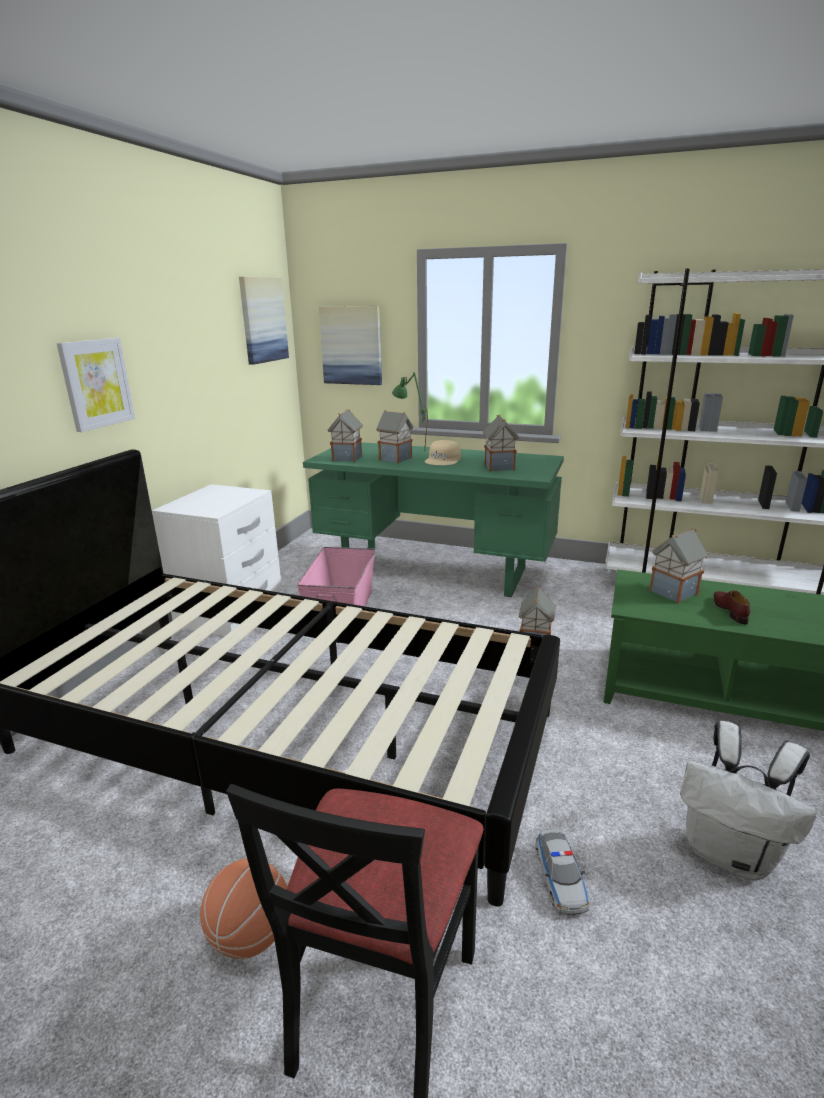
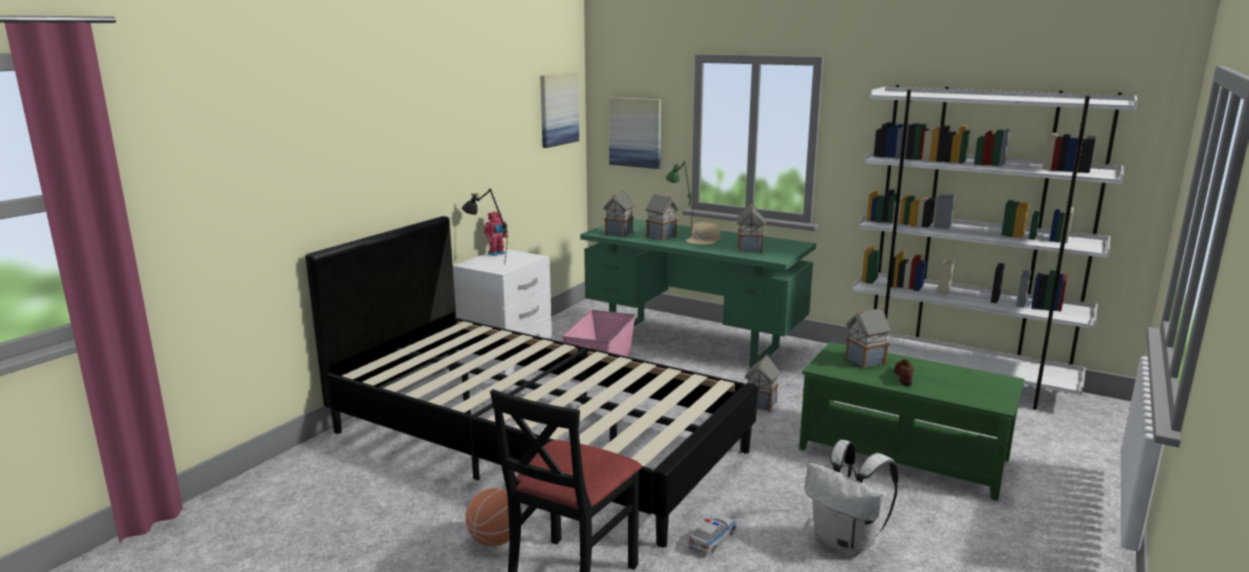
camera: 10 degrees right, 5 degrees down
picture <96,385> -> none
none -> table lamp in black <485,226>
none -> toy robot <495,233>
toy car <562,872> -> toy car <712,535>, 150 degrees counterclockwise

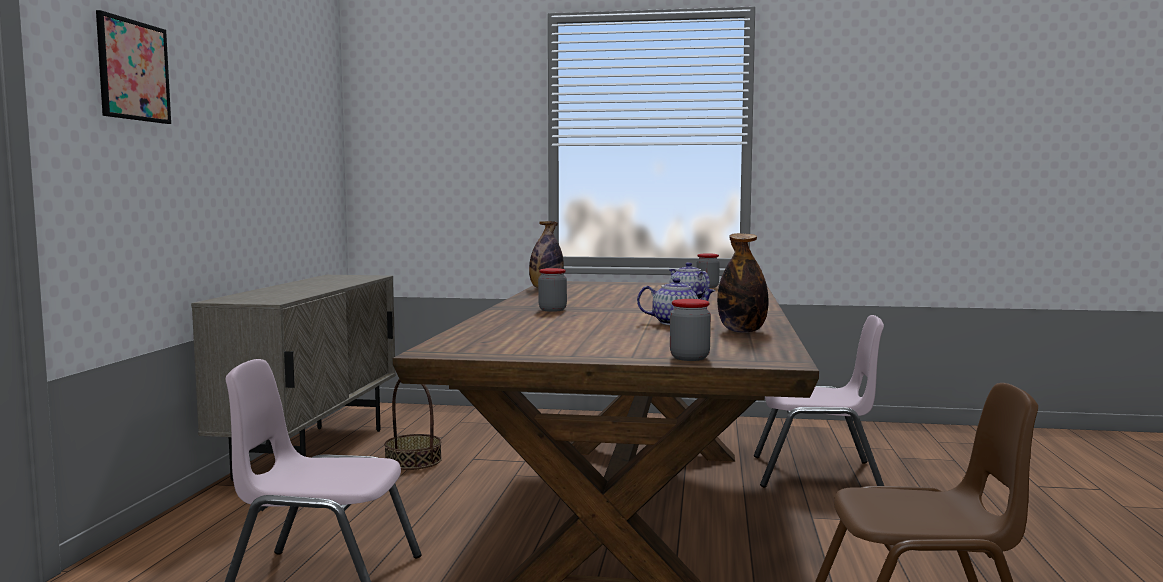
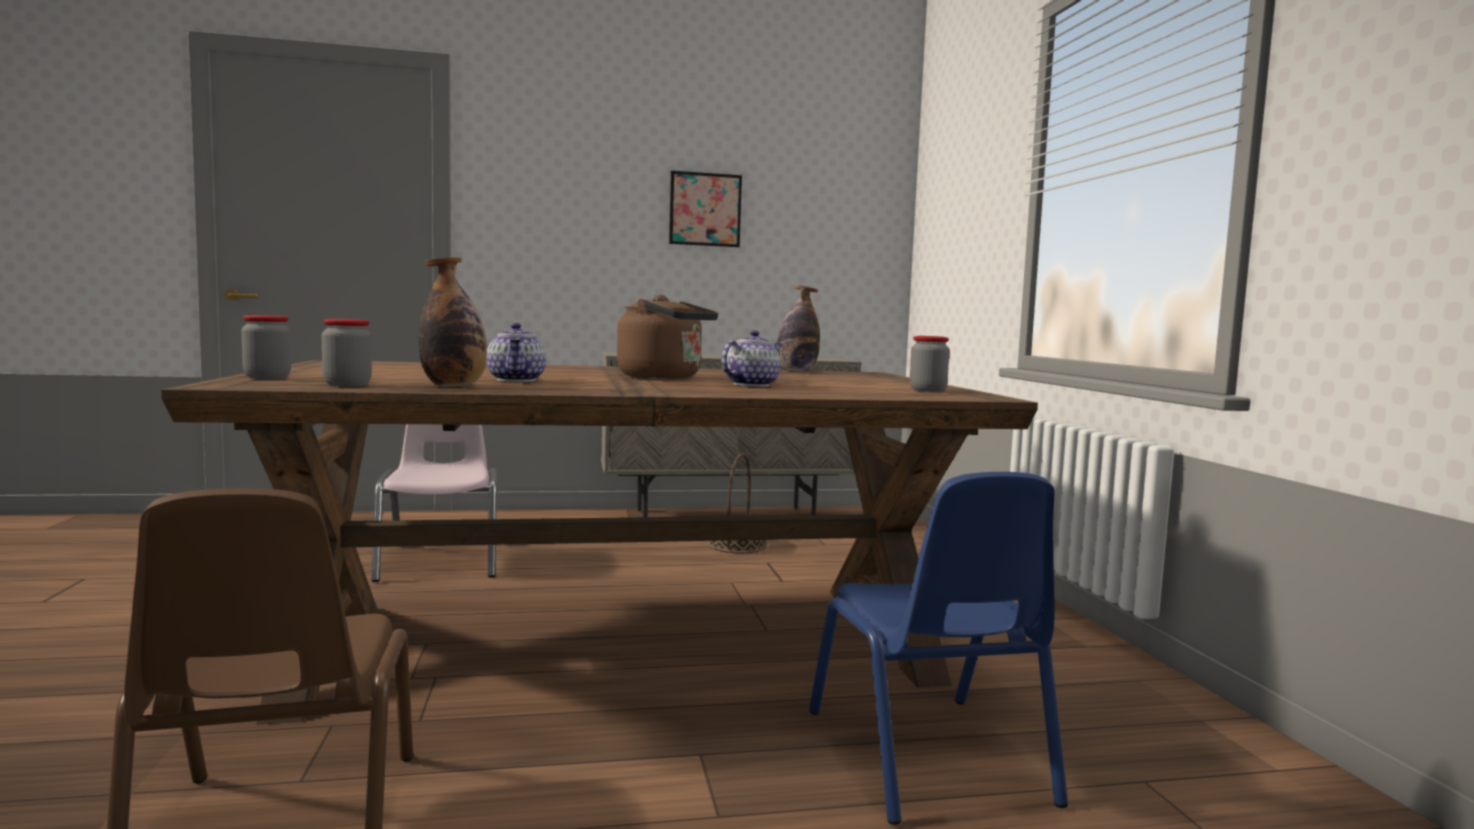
camera: 70 degrees right, 0 degrees up
none -> kettle in brown <667,337>
picture <133,67> -> picture <705,209>, move
jar <552,290> -> jar <347,353>, move
chair in pink <819,401> -> chair in blue <938,648>

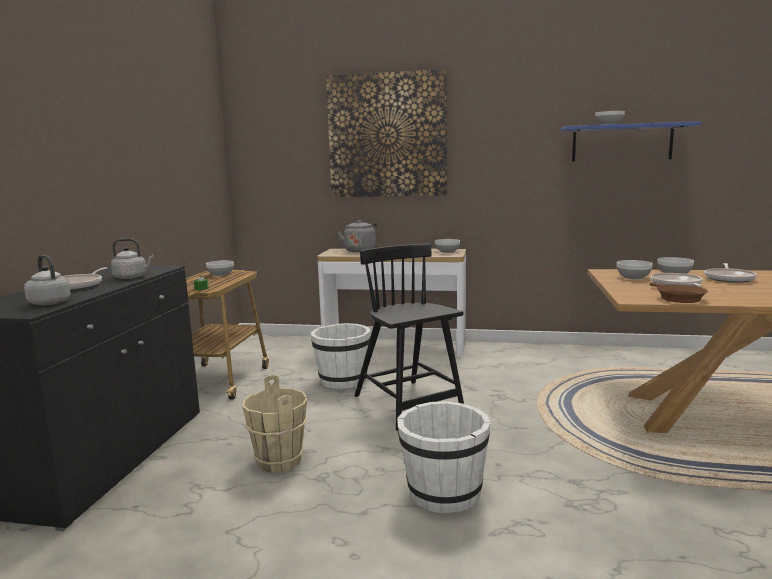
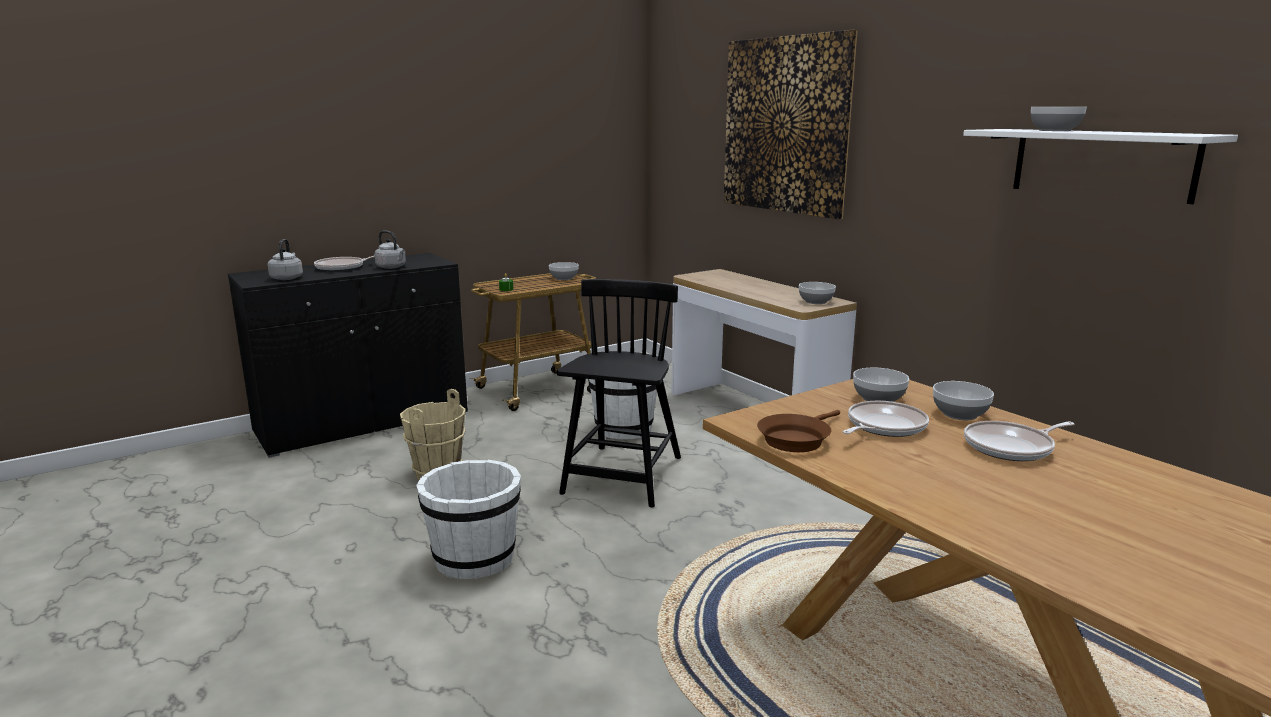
camera: 45 degrees right, 5 degrees up
kettle in grey <357,236> -> none
shelf in blue <630,141> -> shelf in white <1100,166>

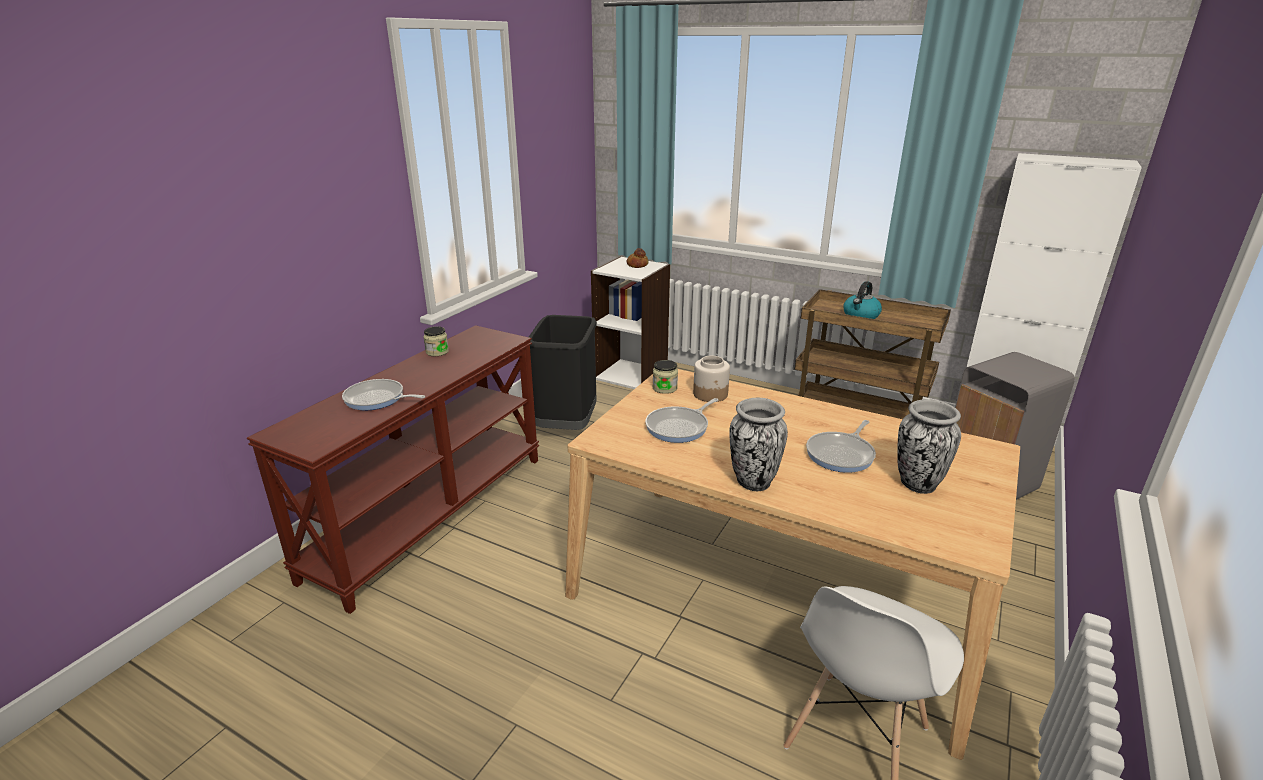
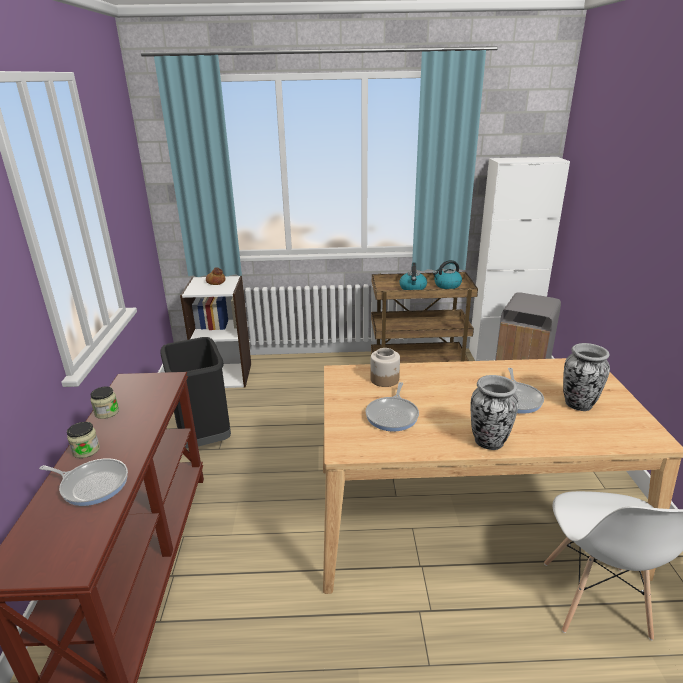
camera: 30 degrees left, 0 degrees up
none -> kettle <447,274>
jar <665,377> -> jar <83,440>, move
frying pan <383,394> -> frying pan <83,482>, 150 degrees counterclockwise

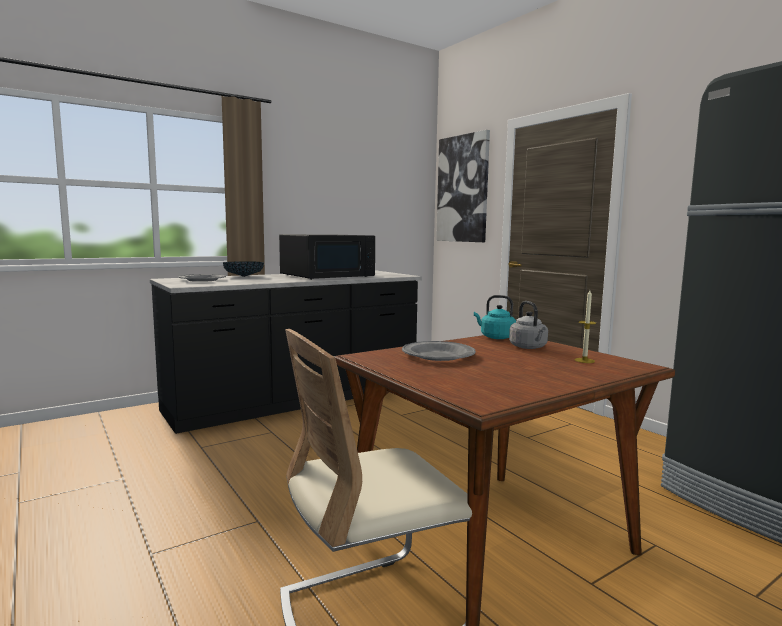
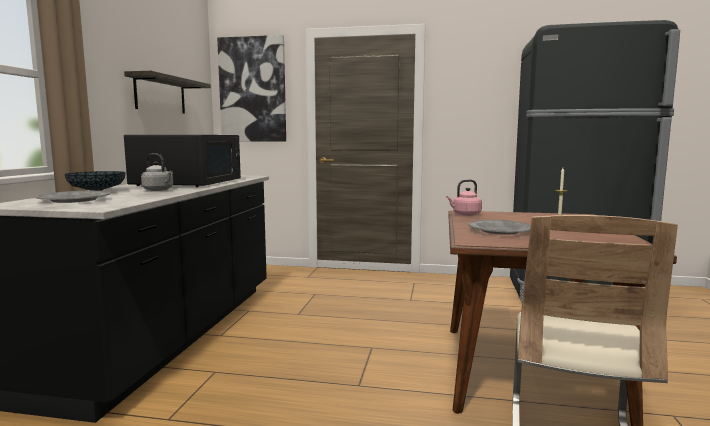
camera: 45 degrees left, 0 degrees up
none -> shelf <167,92>
kettle in grey <528,325> -> kettle in grey <157,172>, move
kettle in turquoise <495,317> -> kettle in pink <464,198>

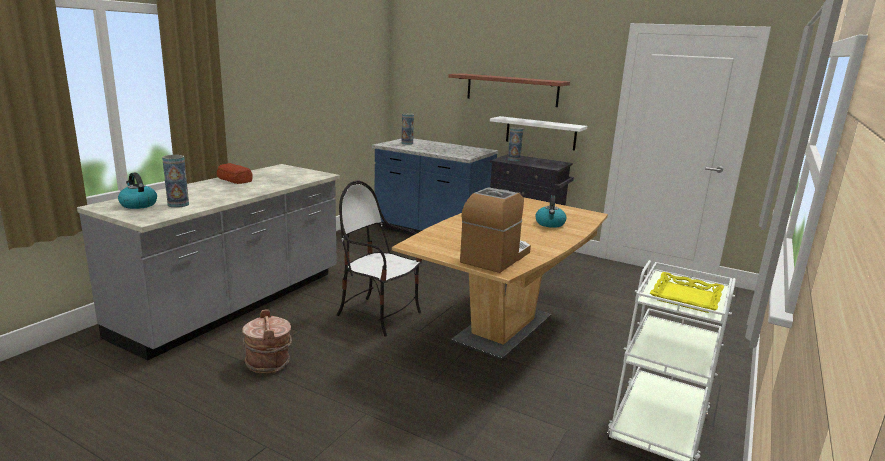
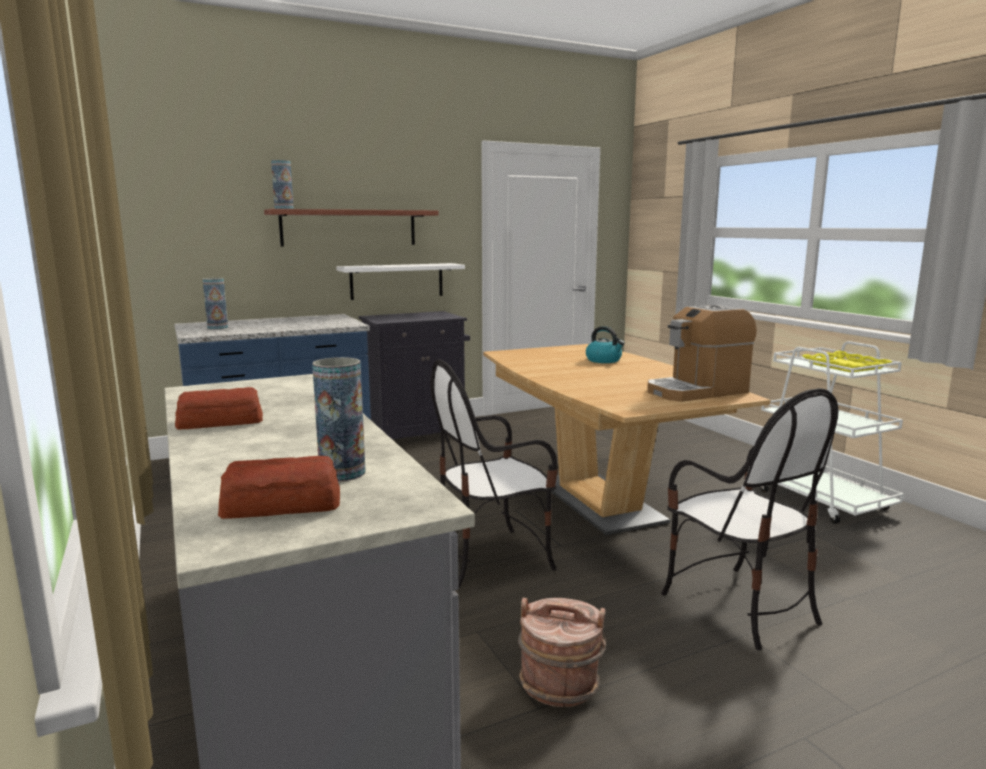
camera: 55 degrees left, 5 degrees down
none -> chair <750,519>
vase <515,144> -> vase <282,184>, move
kettle <137,190> -> bread <279,487>
coffee machine <495,230> -> coffee machine <702,353>, 90 degrees counterclockwise

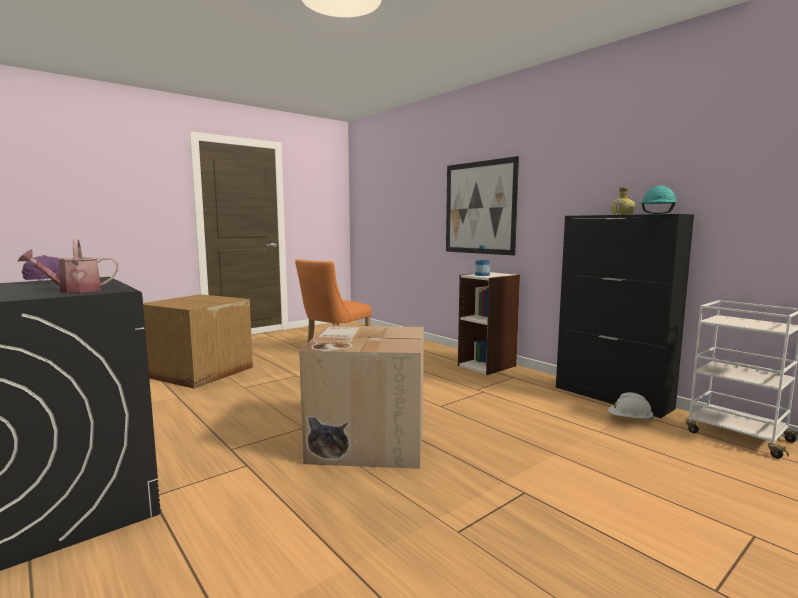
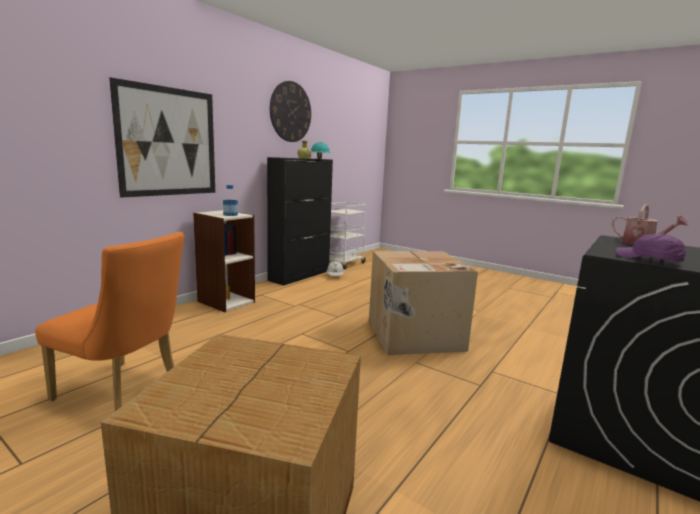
camera: 105 degrees left, 5 degrees up
none -> wall clock <290,111>

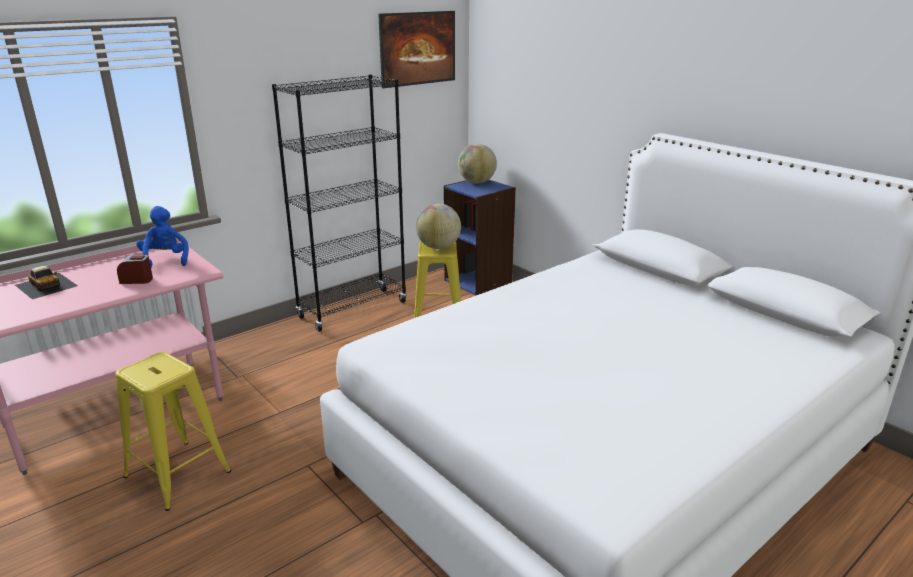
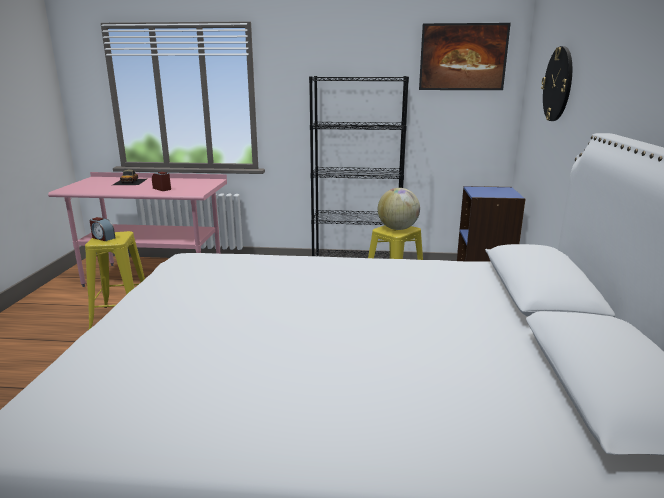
camera: 45 degrees right, 5 degrees down
plush toy in blue <163,236> -> none
globe <477,163> -> none
none -> alarm clock <102,229>
none -> wall clock <556,83>

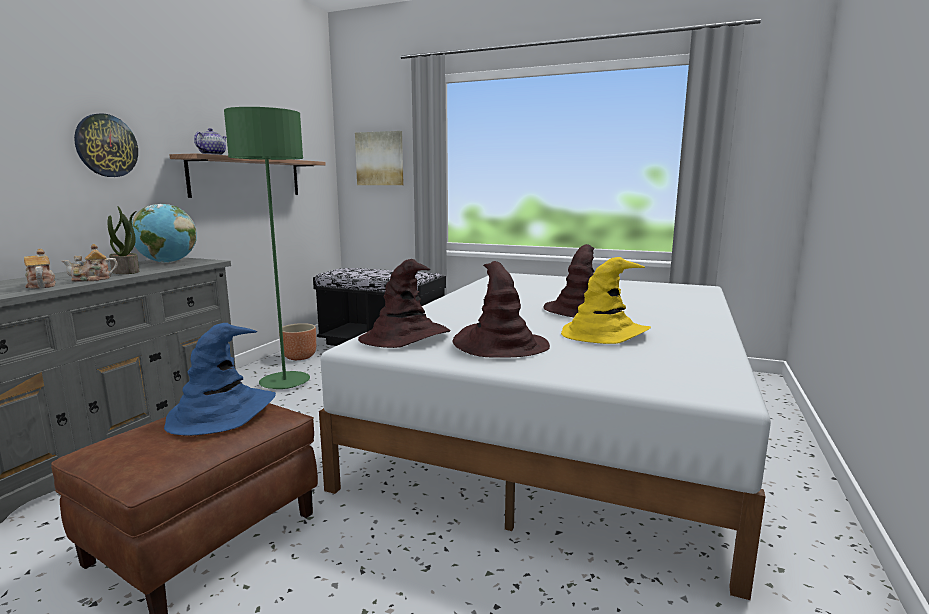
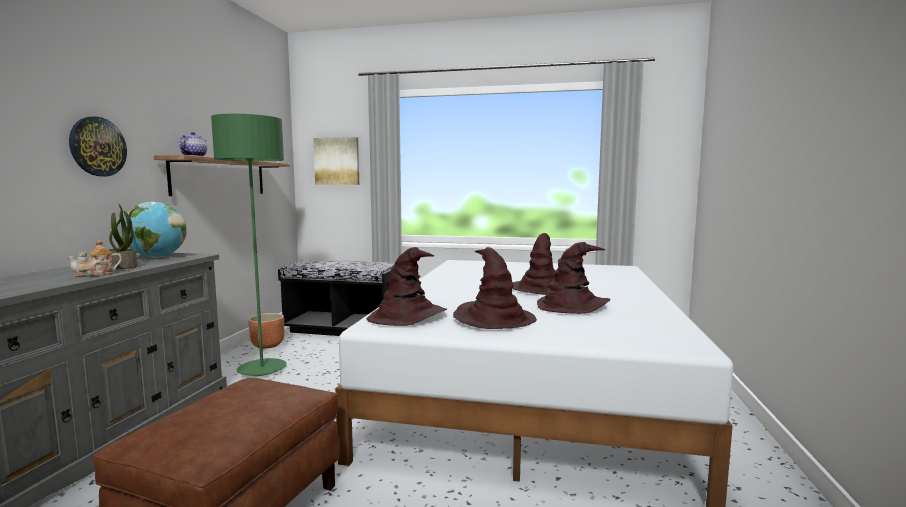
camera: 10 degrees left, 5 degrees down
teapot <40,269> -> none
hat in blue <220,379> -> none
hat in yellow <606,300> -> hat in brown <574,278>

